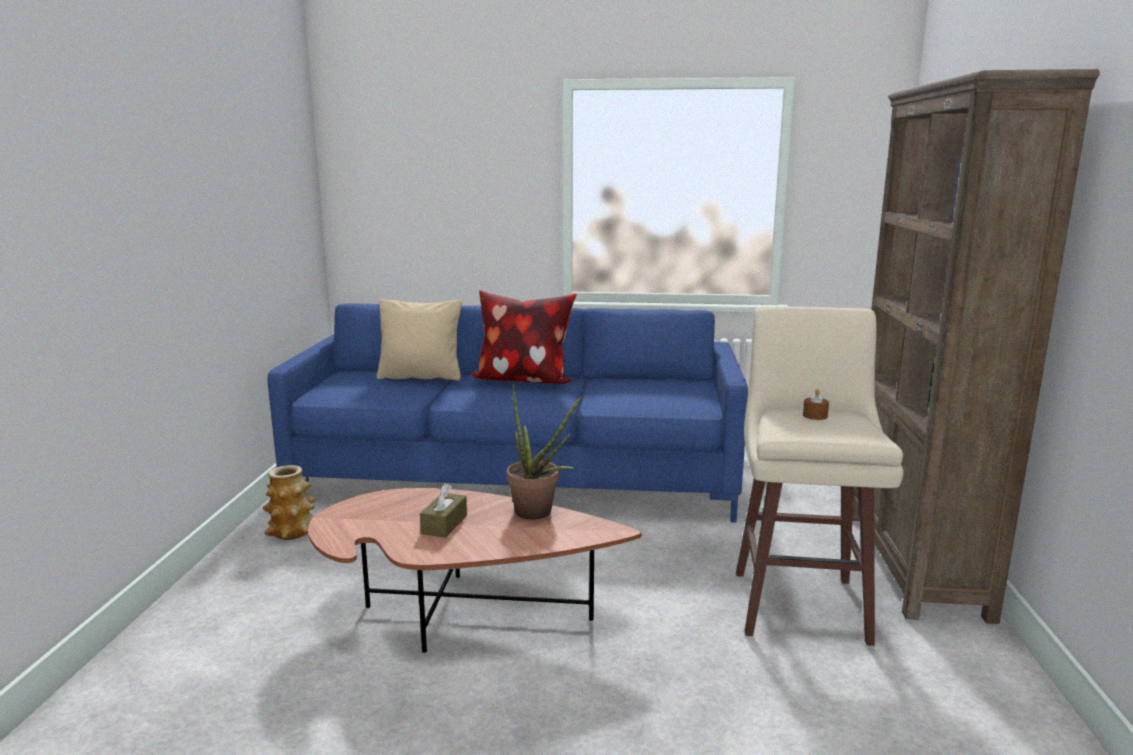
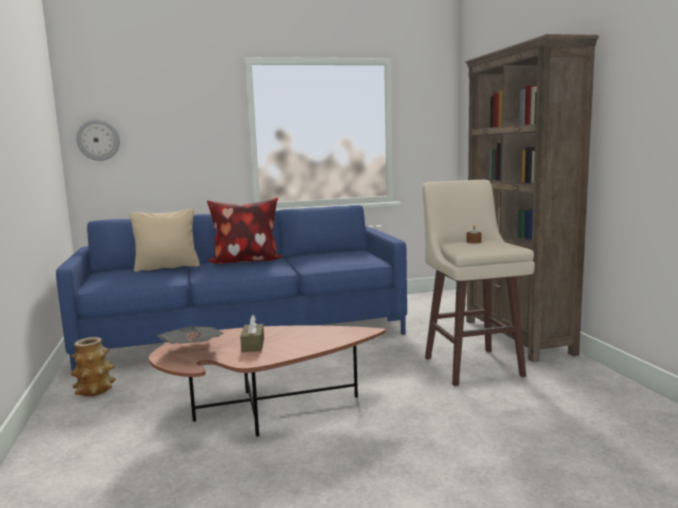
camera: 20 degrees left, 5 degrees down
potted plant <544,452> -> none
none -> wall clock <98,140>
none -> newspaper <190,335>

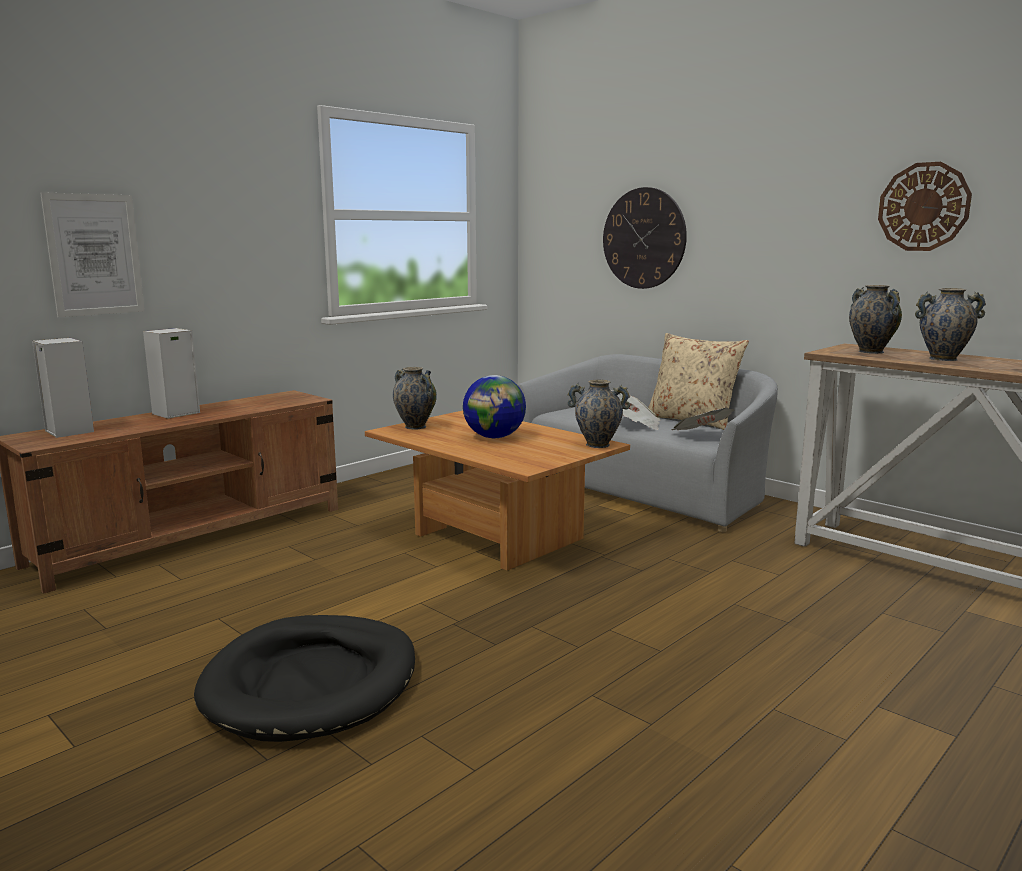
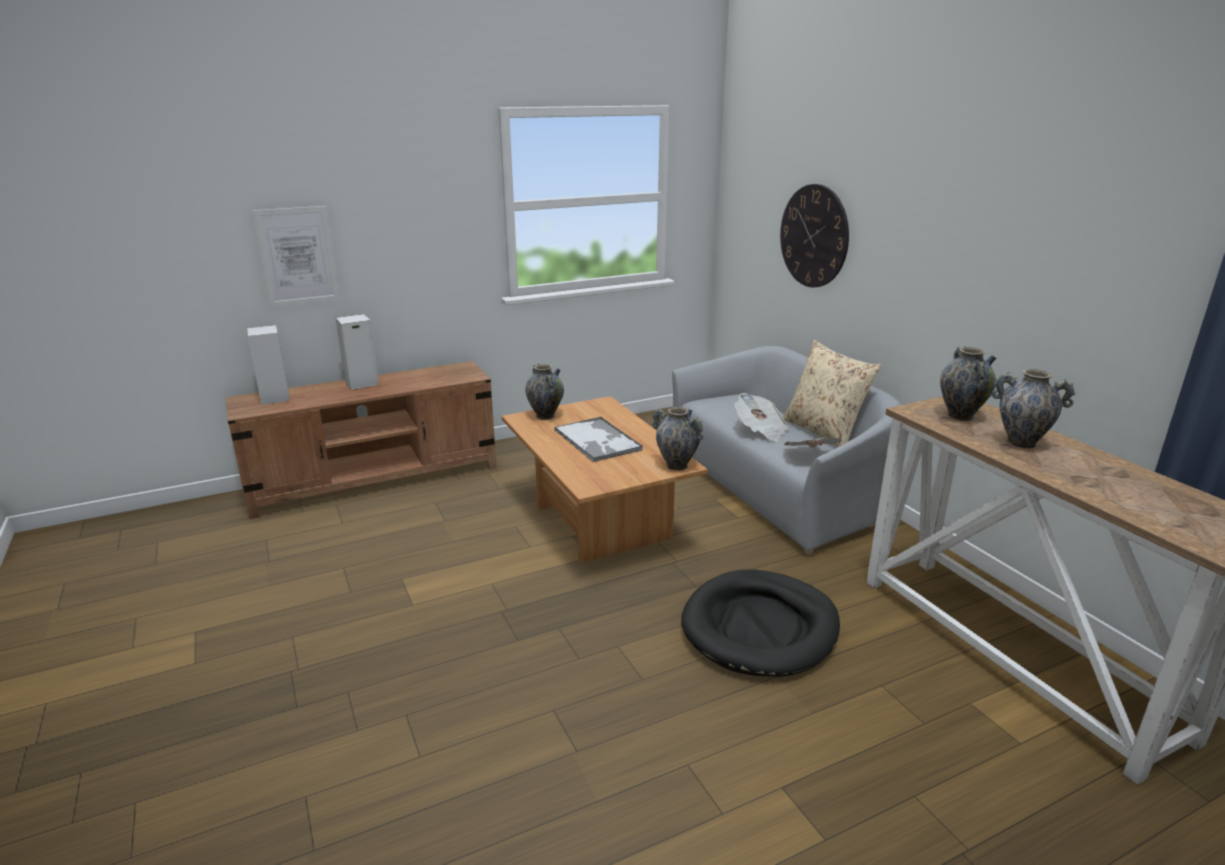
camera: 20 degrees right, 10 degrees up
wall clock <925,206> -> none
dog bed in black <304,678> -> dog bed in black <760,623>, move
globe <494,406> -> tray <599,439>

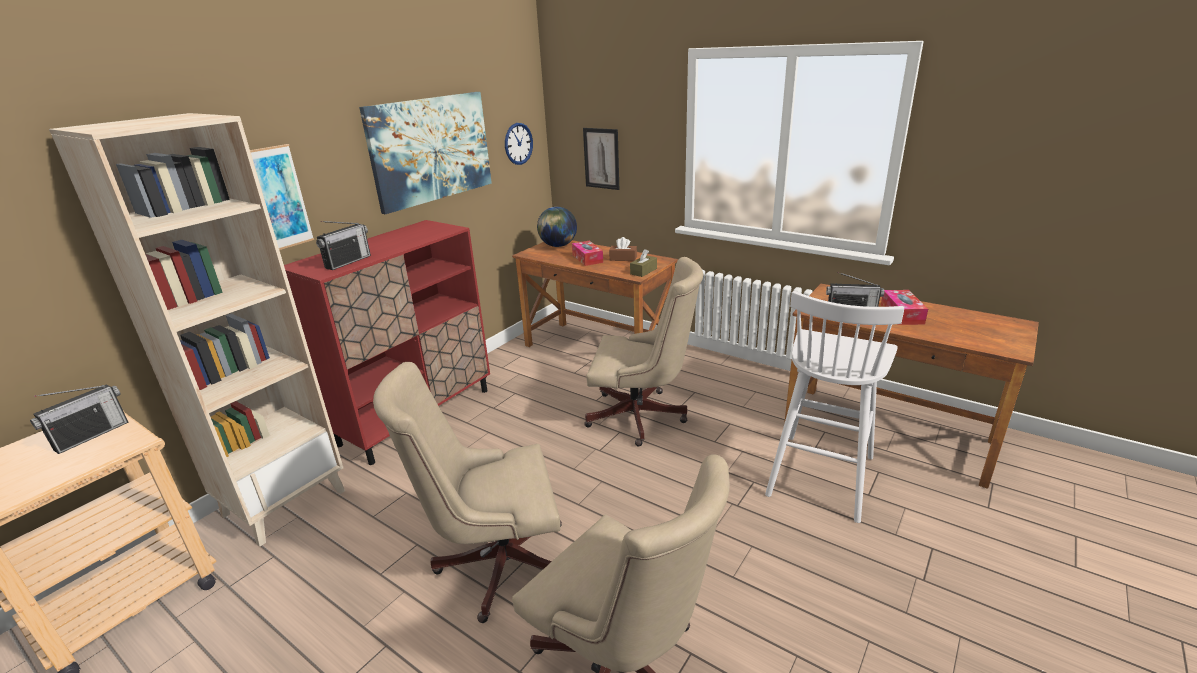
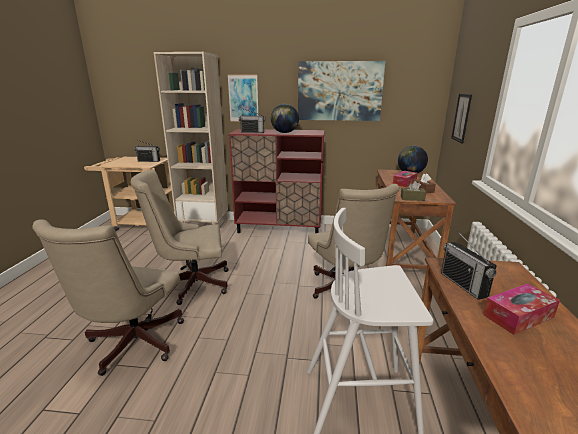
camera: 60 degrees right, 5 degrees down
wall clock <519,144> -> none
none -> globe <285,118>
office chair in beige <467,492> -> office chair in beige <179,237>, 60 degrees counterclockwise

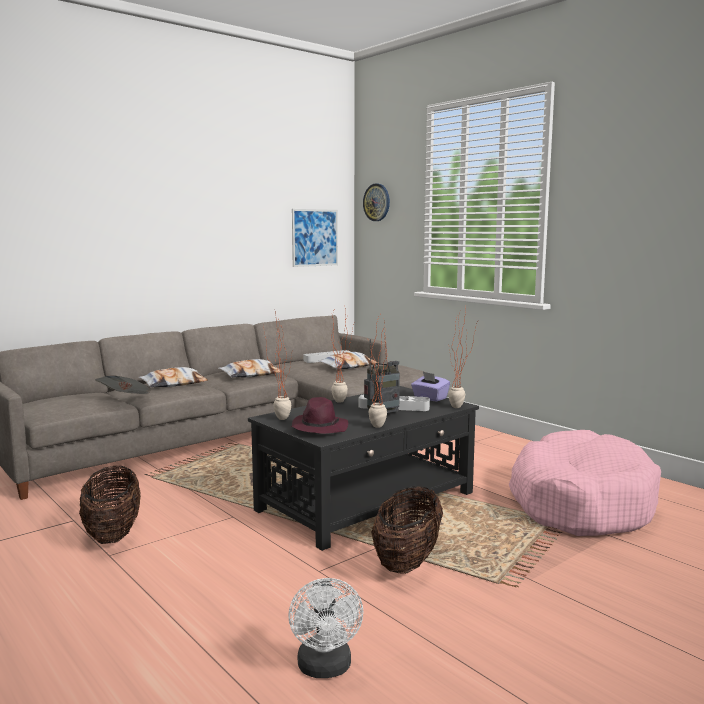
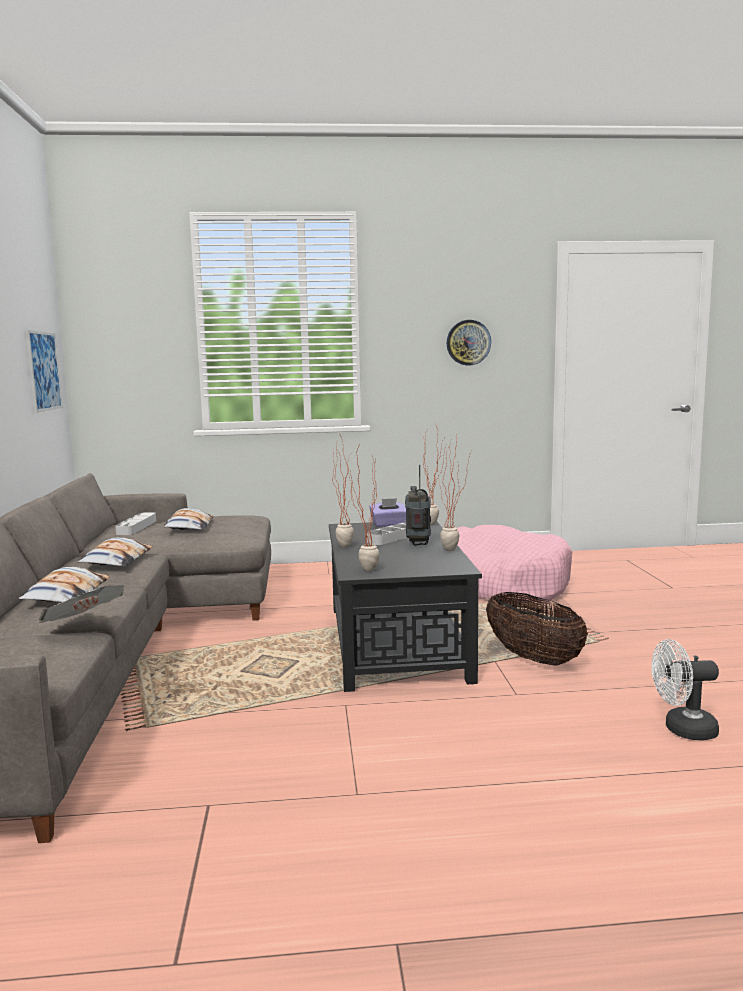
camera: 55 degrees left, 0 degrees up
basket <110,505> -> none
hat in purple <319,415> -> none
wall clock <376,202> -> wall clock <469,342>, move
fan in white <325,628> -> fan in white <685,689>, 150 degrees clockwise

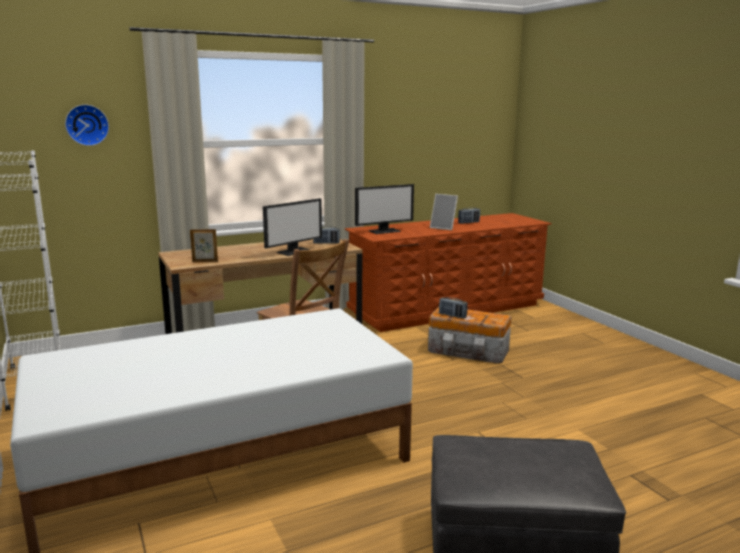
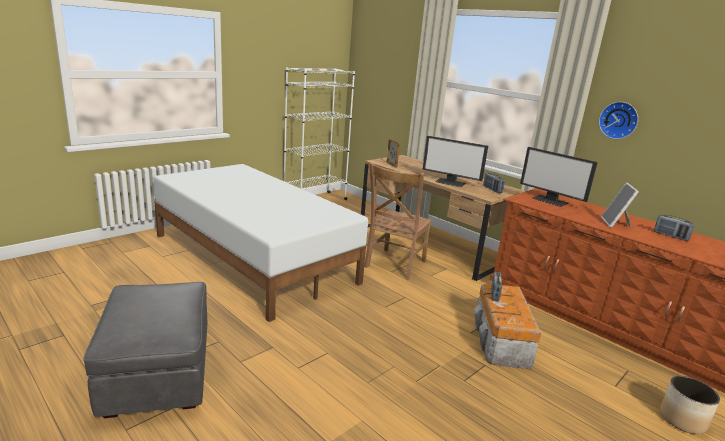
camera: 70 degrees right, 5 degrees up
none -> planter <690,405>
wall clock <87,125> -> wall clock <618,120>, move

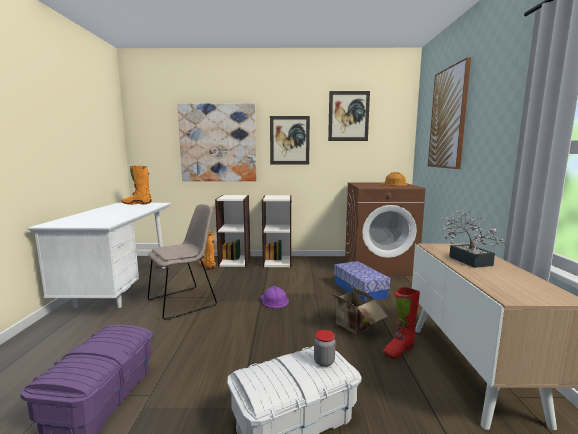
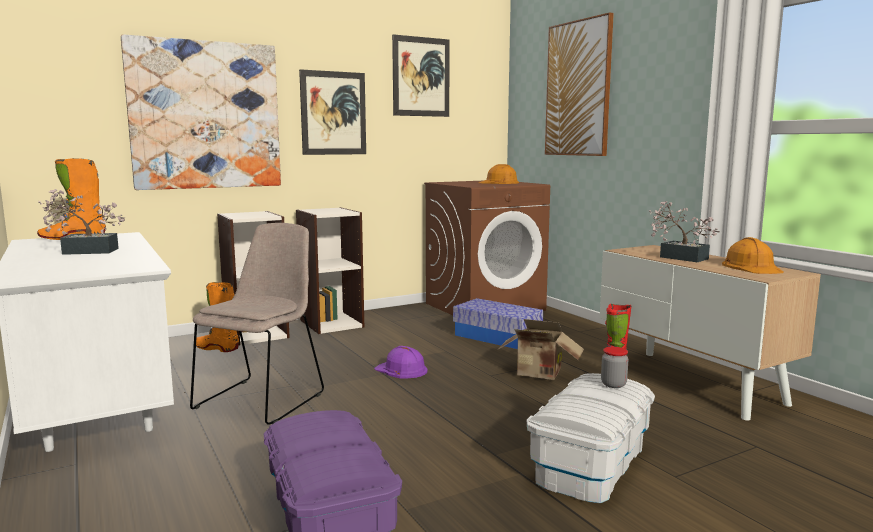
camera: 30 degrees left, 0 degrees up
none -> potted plant <81,222>
none -> hard hat in orange <753,255>

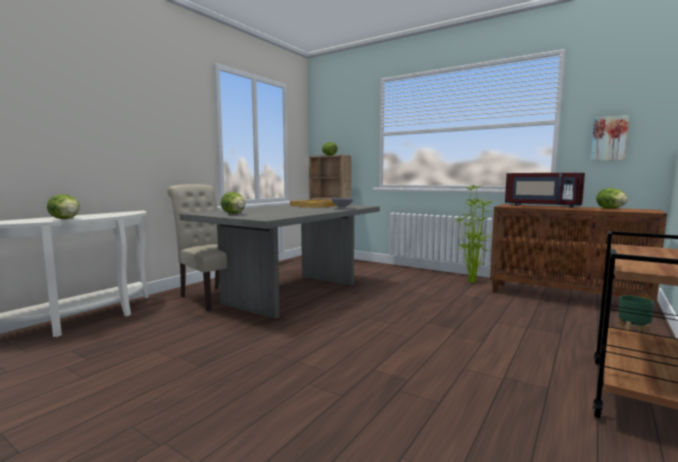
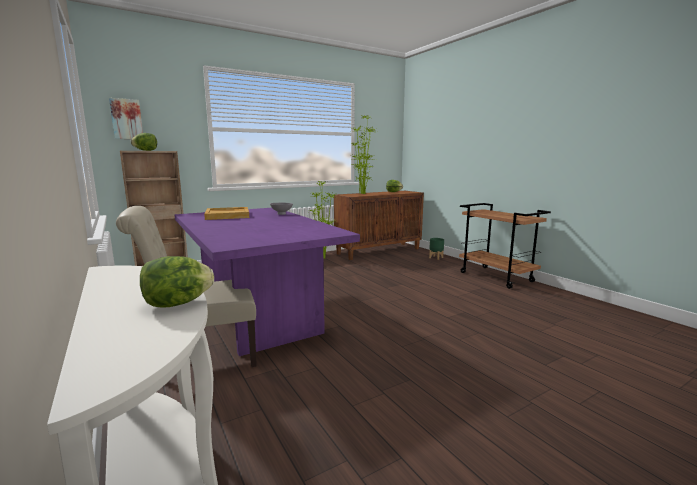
camera: 65 degrees left, 5 degrees up
lettuce <233,203> -> none
picture <609,138> -> picture <126,118>, move
microwave in red <545,190> -> potted plant <364,154>
dining table in grey <280,261> -> dining table in purple <267,282>

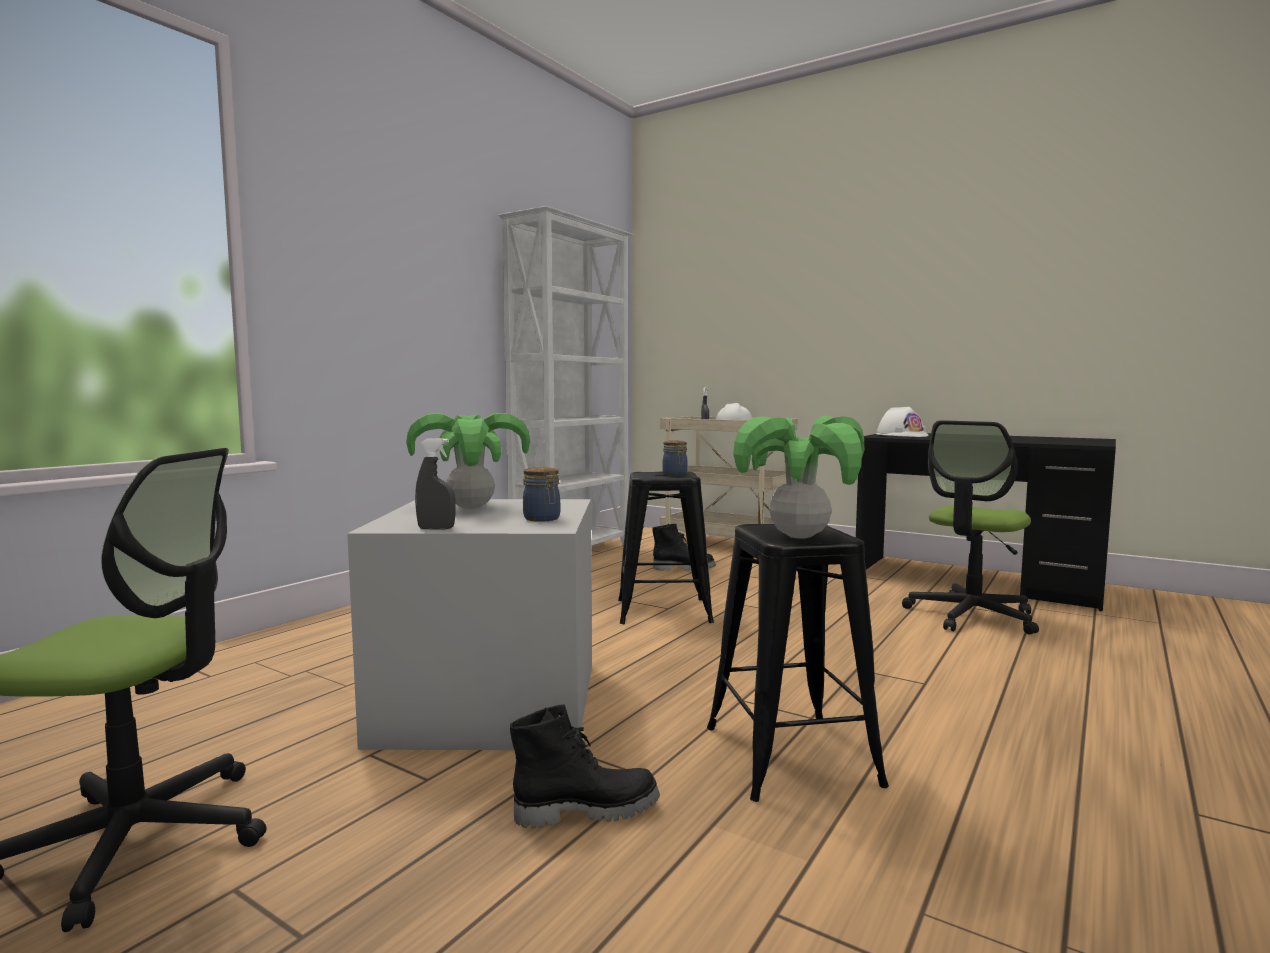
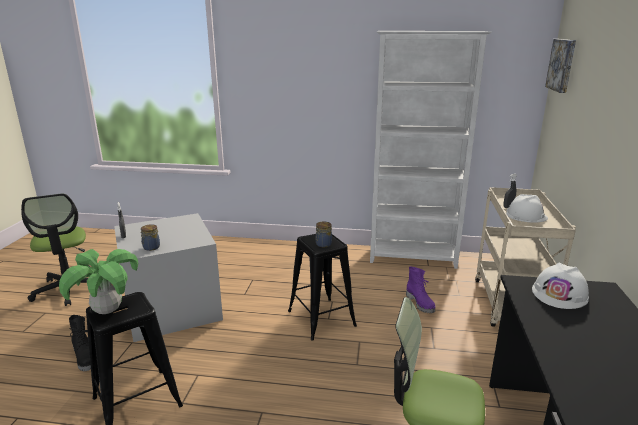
camera: 65 degrees right, 15 degrees up
potted plant <468,461> -> none
none -> picture <560,66>
boot in black <684,547> -> boot in purple <420,290>

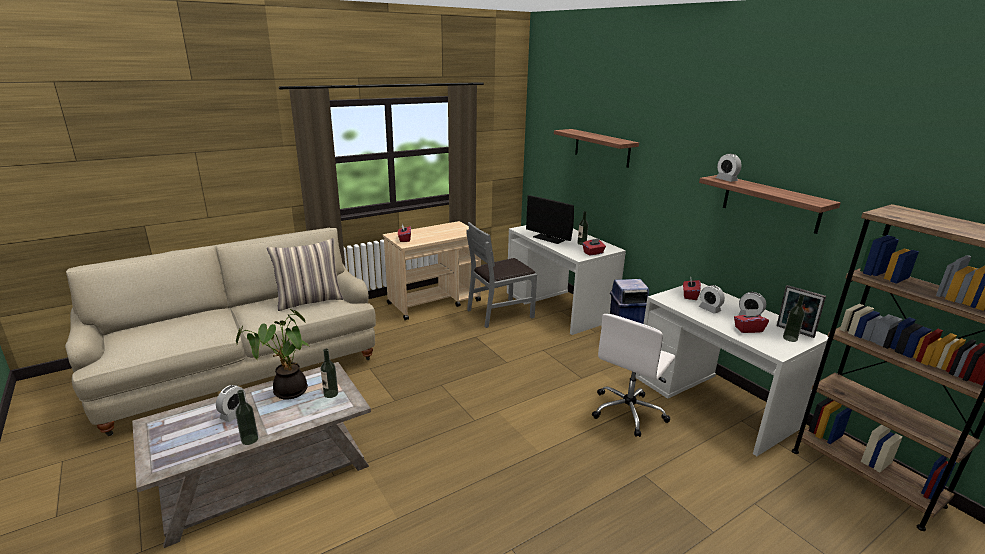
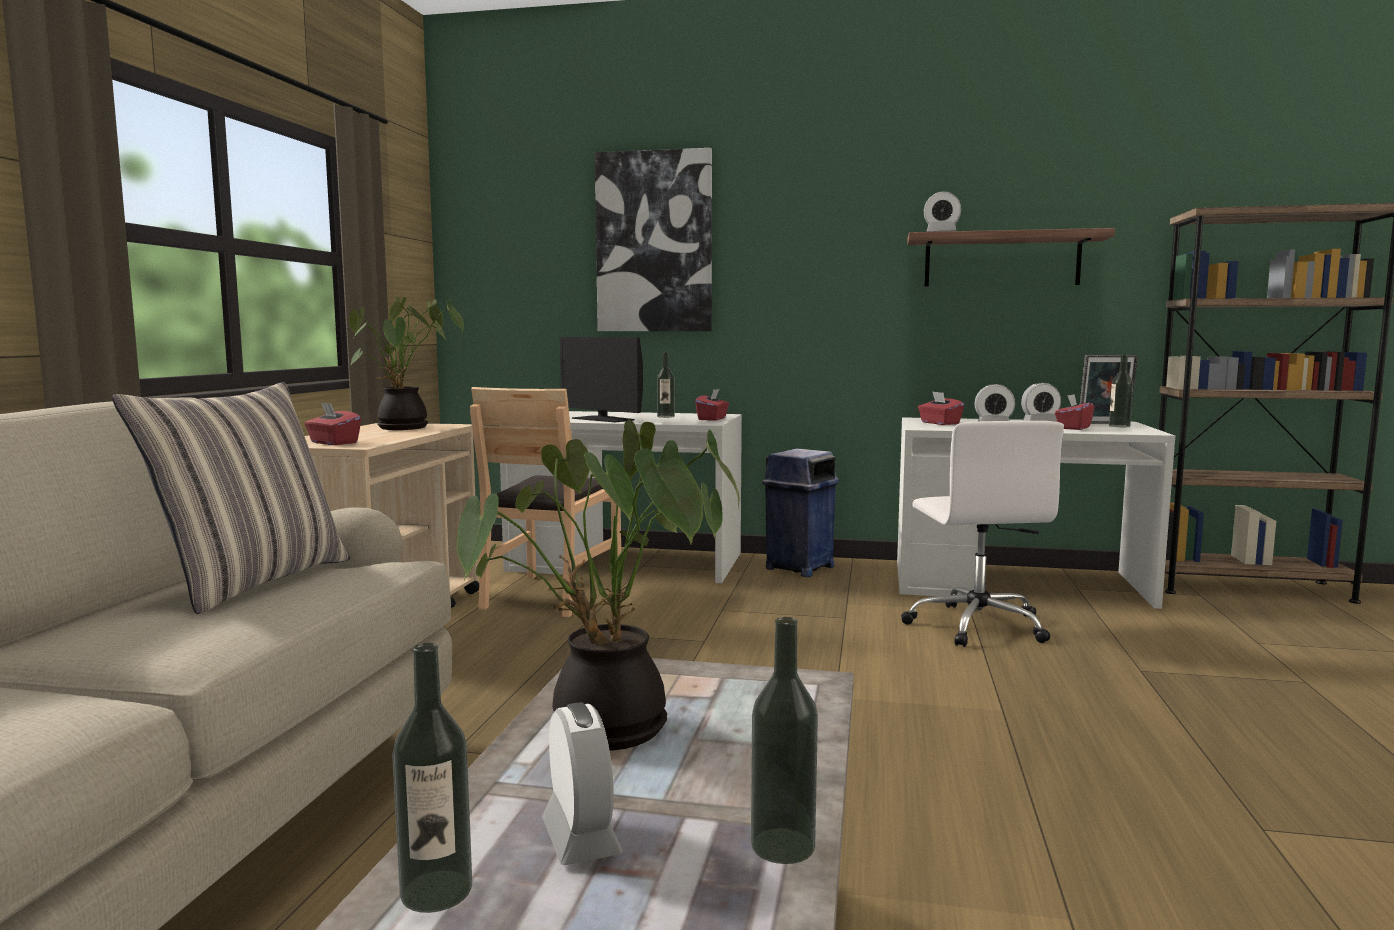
camera: 45 degrees left, 15 degrees down
none -> potted plant <406,363>
bottle <329,373> -> bottle <432,778>, move
shelf <596,148> -> picture <653,239>
chair in grey <501,275> -> chair in brown <546,502>
monitor <550,219> -> monitor <601,379>, 45 degrees clockwise

